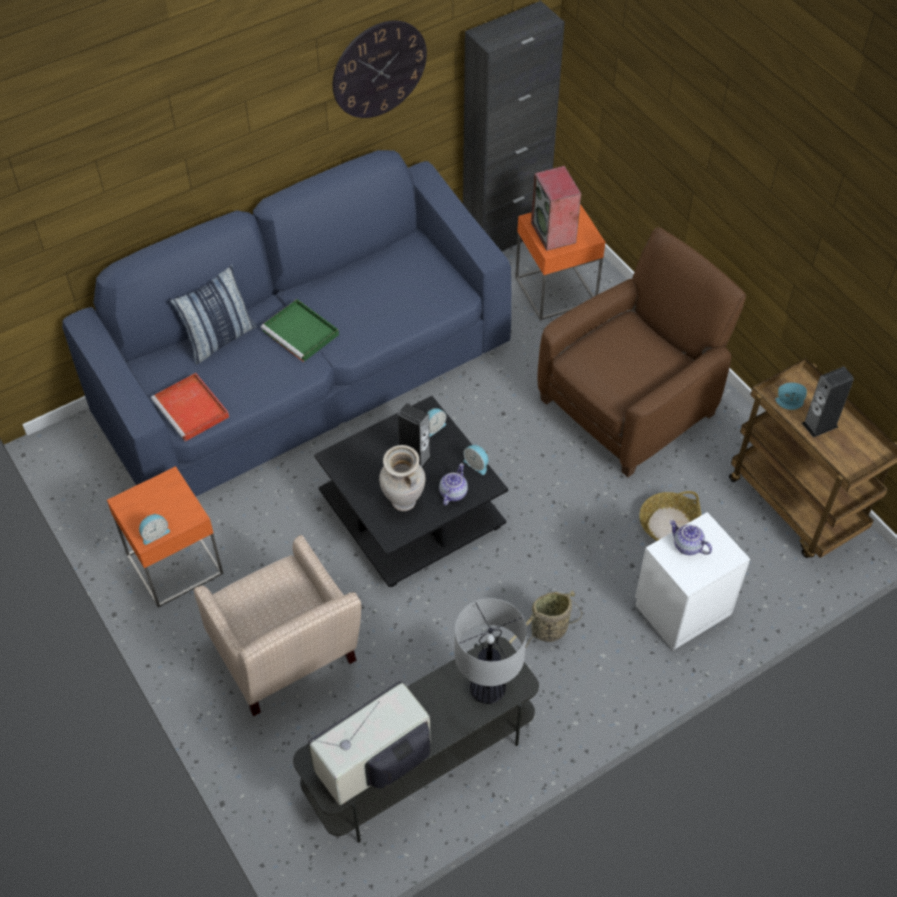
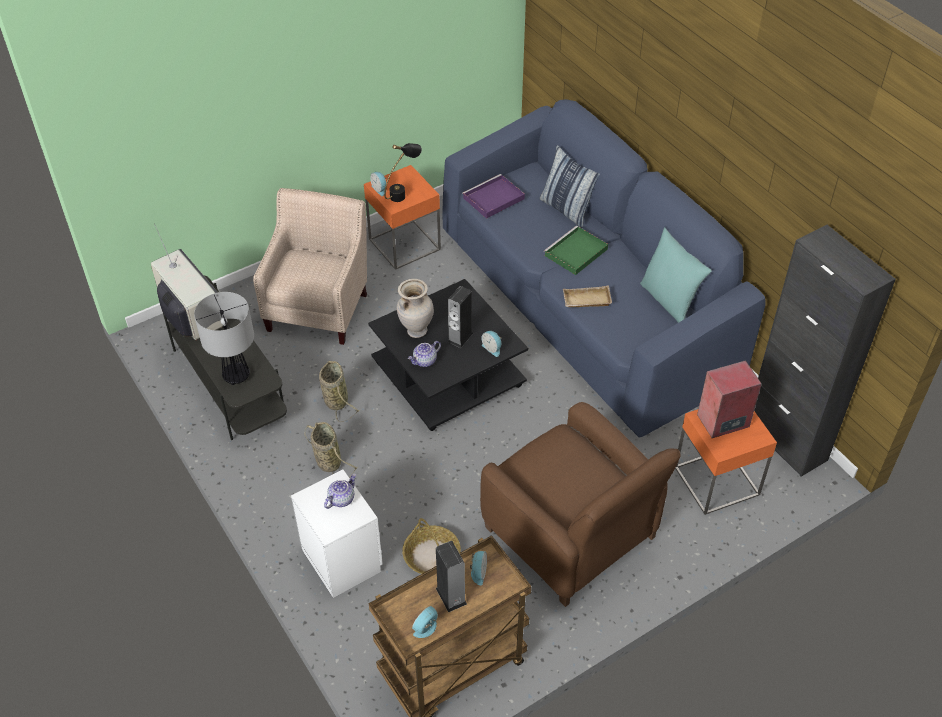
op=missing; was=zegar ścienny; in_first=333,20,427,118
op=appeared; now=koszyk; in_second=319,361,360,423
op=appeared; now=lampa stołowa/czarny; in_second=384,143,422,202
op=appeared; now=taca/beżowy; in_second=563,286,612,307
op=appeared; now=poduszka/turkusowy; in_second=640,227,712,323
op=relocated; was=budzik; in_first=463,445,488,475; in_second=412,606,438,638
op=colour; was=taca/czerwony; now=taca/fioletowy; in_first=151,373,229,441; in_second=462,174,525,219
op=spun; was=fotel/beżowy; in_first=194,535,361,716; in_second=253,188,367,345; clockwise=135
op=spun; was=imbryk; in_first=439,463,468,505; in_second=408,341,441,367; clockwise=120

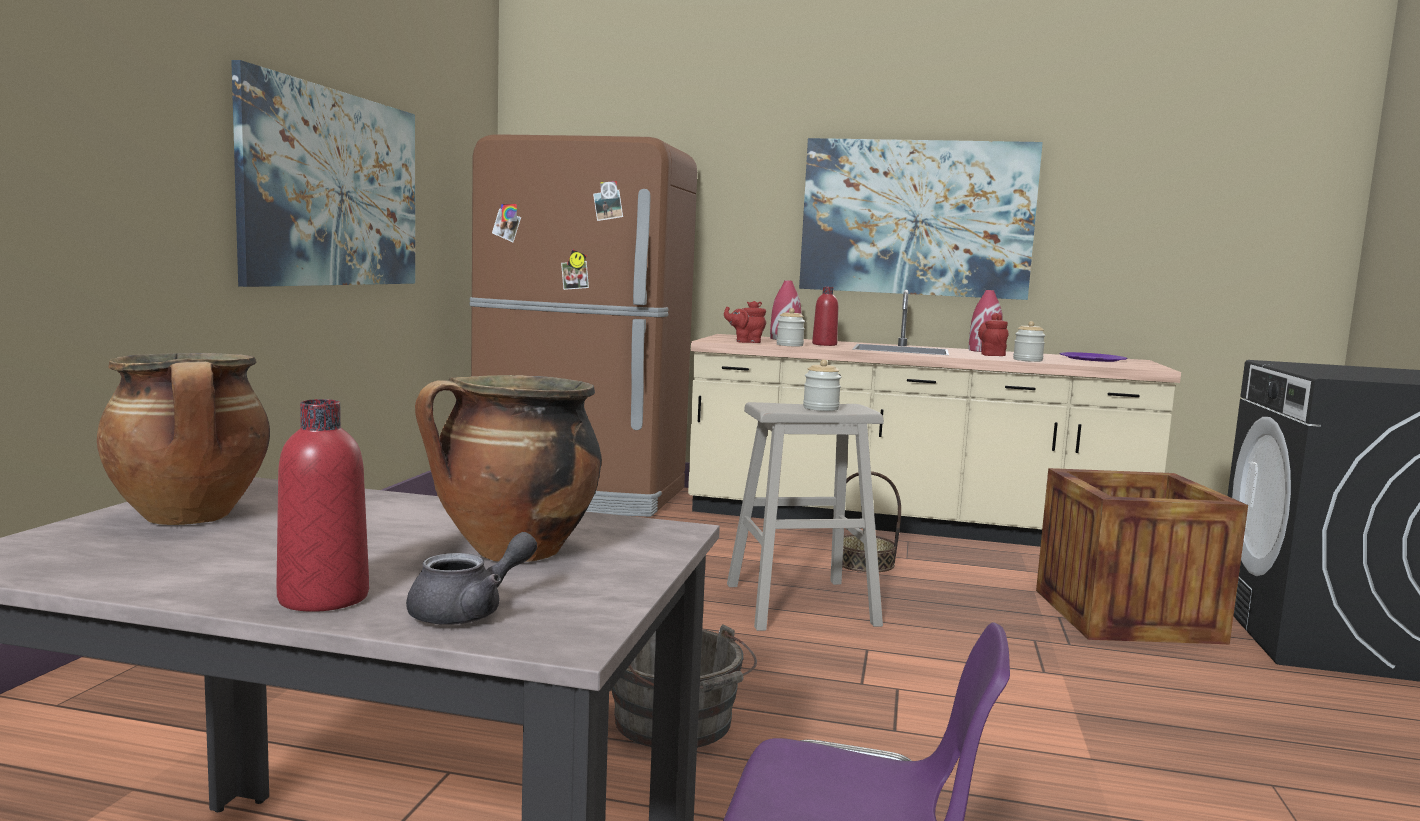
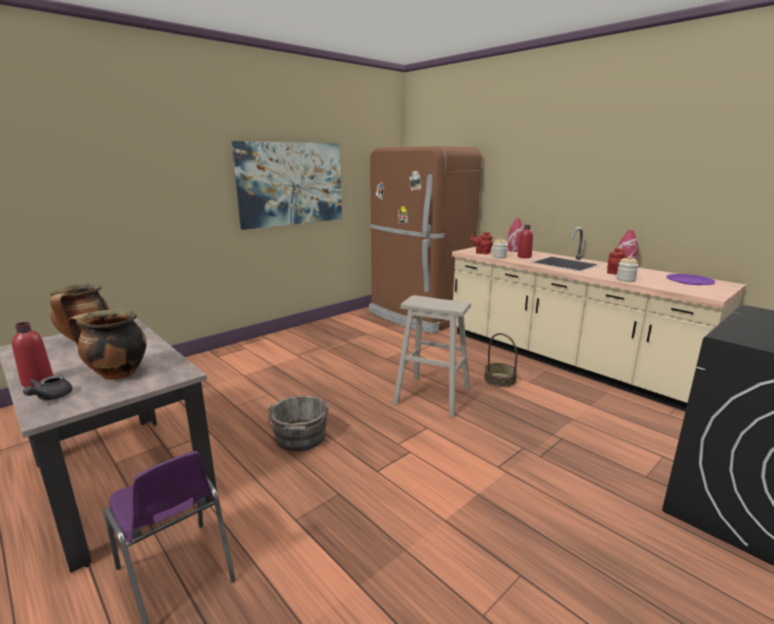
op=missing; was=obraz; in_first=799,138,1043,300
op=missing; was=słoik; in_first=803,360,841,411
op=missing; was=skrzynka; in_first=1036,468,1248,644
op=spun; was=imbryk/szary; in_first=406,532,537,625; in_second=23,375,72,400; clockwise=105

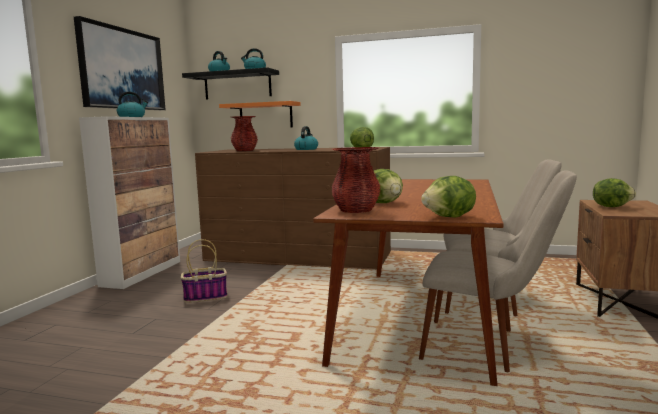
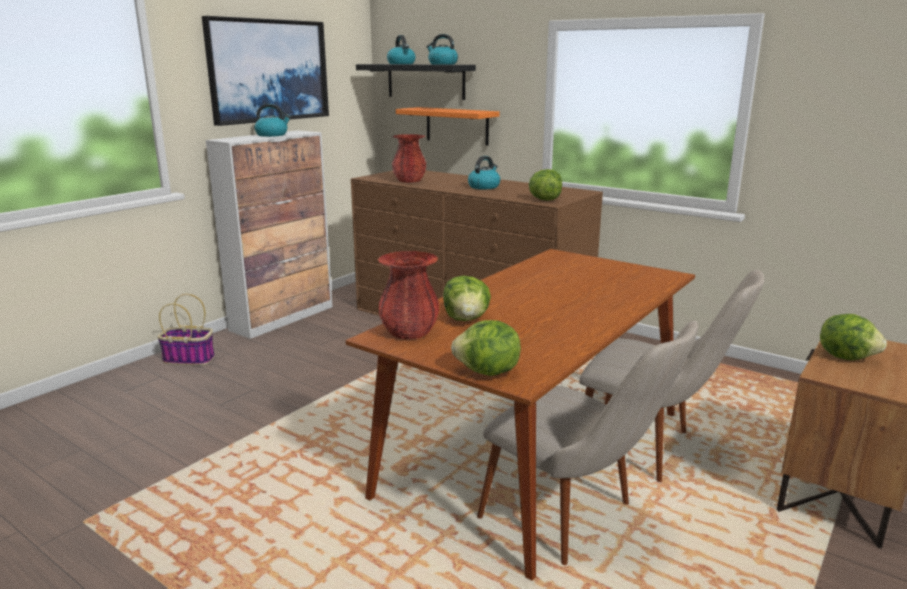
op=relocated; was=koszyk; in_first=181,239,227,303; in_second=157,294,215,365

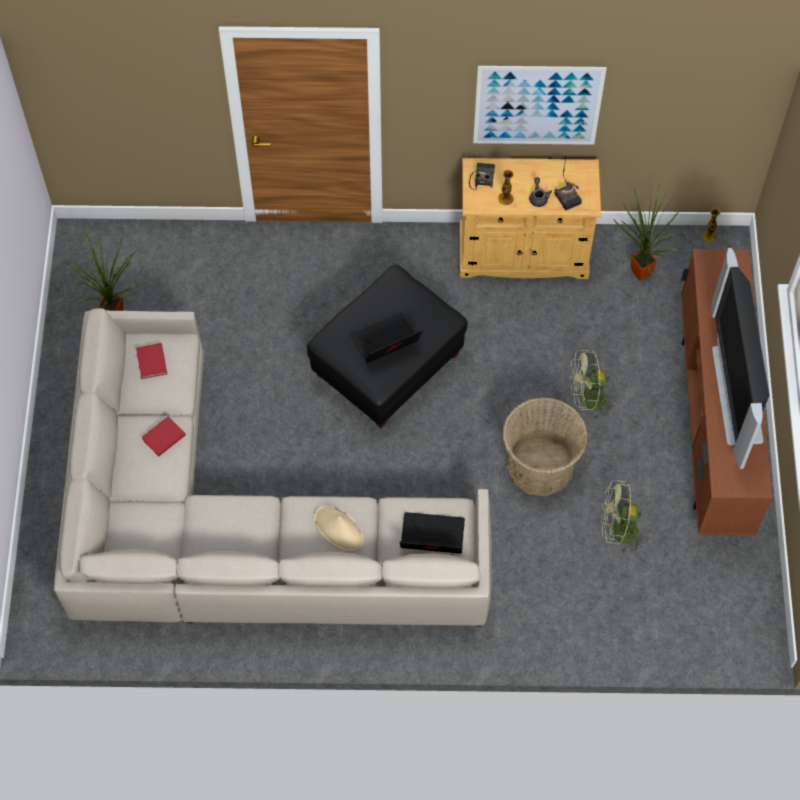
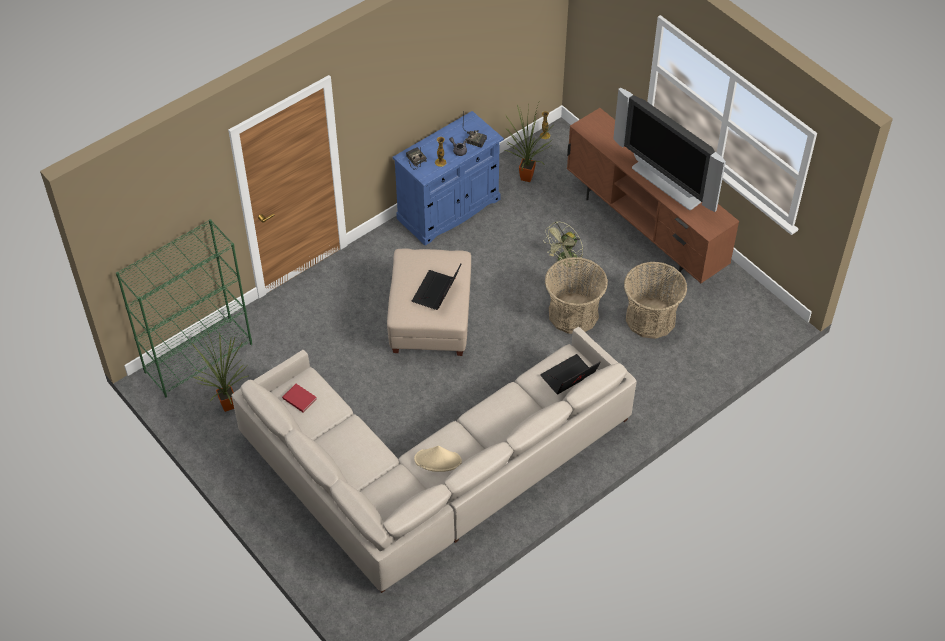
op=missing; was=książka/czerwony; in_first=141,416,186,456
op=missing; was=obraz; in_first=473,66,607,145
op=appeared; now=regał/zielony; in_second=116,219,252,397
op=relocated; was=kapelusz/beżowy; in_first=314,506,364,552; in_second=414,445,462,472
op=exchanged; was=wentylator/zielony; now=koszyk; in_first=601,480,648,553; in_second=624,262,687,339
op=colour; was=pufa/czarny; now=pufa/beżowy; in_first=307,264,468,428; in_second=387,249,471,356
op=colour; was=szafka/beżowy; now=szafka/niebieski; in_first=460,158,601,279; in_second=393,111,504,246

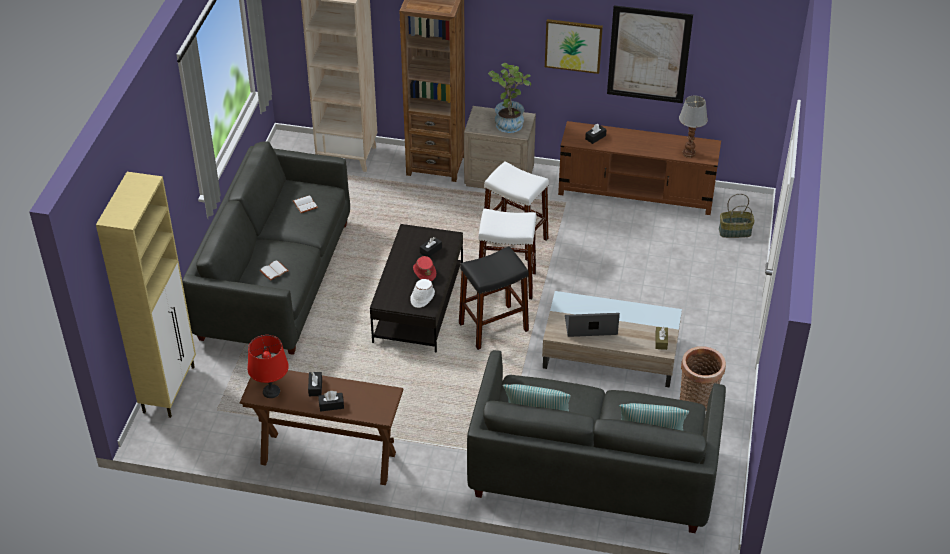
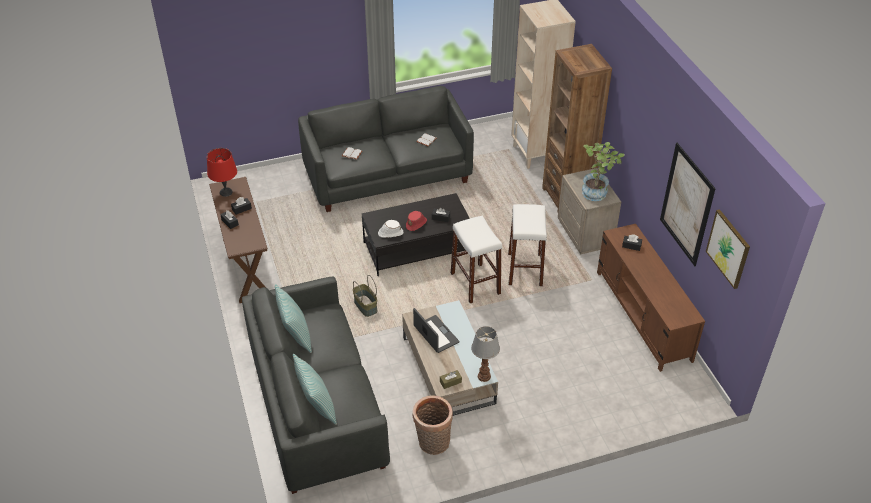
op=missing; was=szafka/beżowy; in_first=96,172,196,418
op=missing; was=stołek/czarny; in_first=459,246,529,350
op=relocated; was=obraz; in_first=545,19,603,74; in_second=706,209,750,289
op=relocated; was=lampa stołowa; in_first=679,95,708,158; in_second=471,326,500,382
op=relocated; was=koszyk; in_first=719,194,755,238; in_second=353,275,377,317

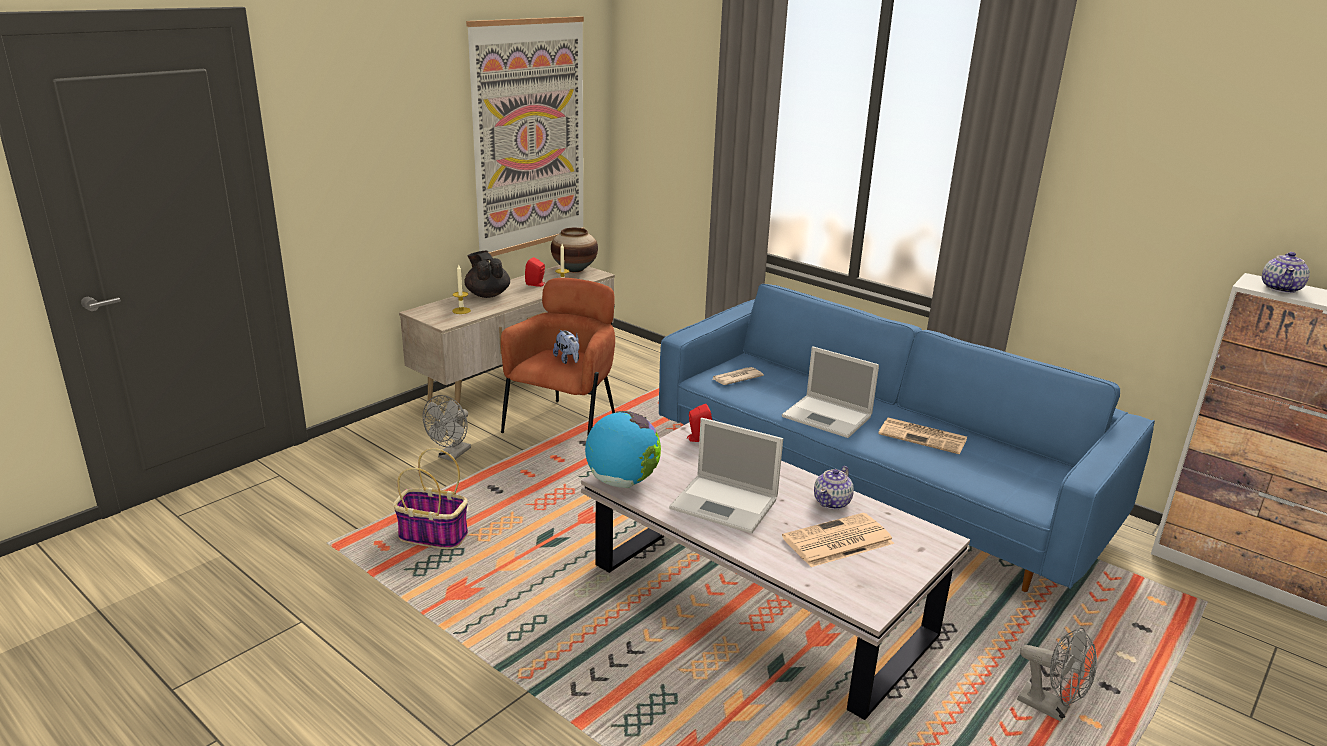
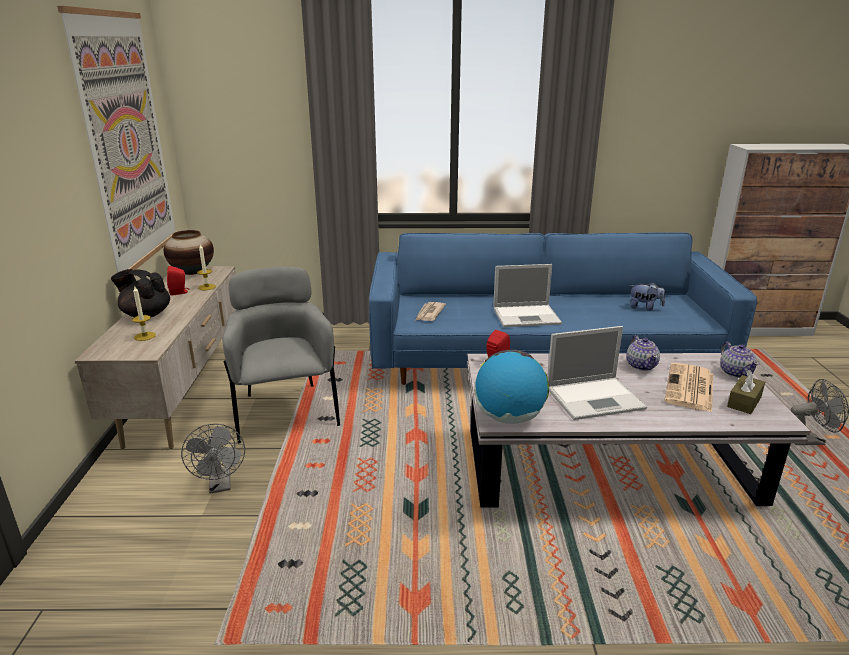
op=missing; was=koszyk; in_first=393,448,468,549
op=missing; was=gazeta; in_first=878,418,967,454
op=appeared; now=pudełko chusteczek/brązowy; in_second=727,370,765,414
op=relocated; was=pluszak; in_first=553,330,579,364; in_second=629,282,665,311
op=relocated; was=imbryk; in_first=1262,252,1310,293; in_second=720,342,759,378
op=colour; was=fotel/brązowy; now=fotel/szary; in_first=501,278,615,437; in_second=222,267,340,443

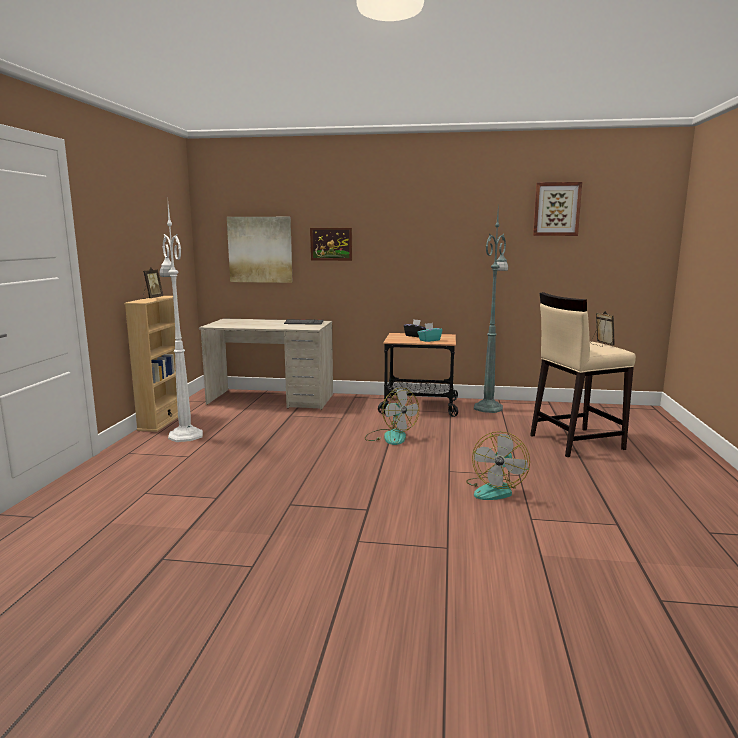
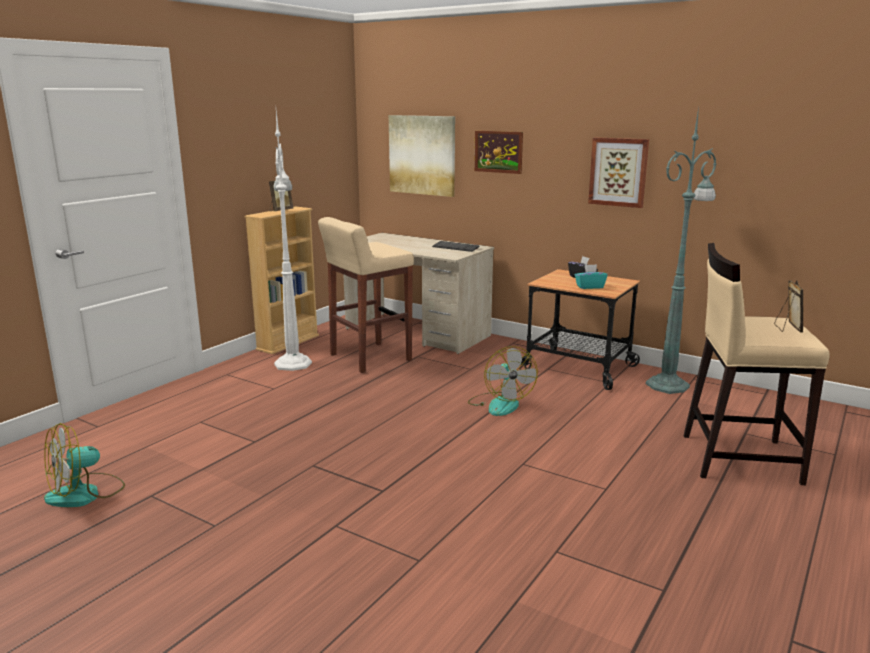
op=appeared; now=stołek/beżowy; in_second=318,217,414,373
op=relocated; was=wentylator; in_first=466,431,530,500; in_second=44,423,125,507
op=relocated; was=obraz; in_first=533,182,582,236; in_second=588,137,649,208

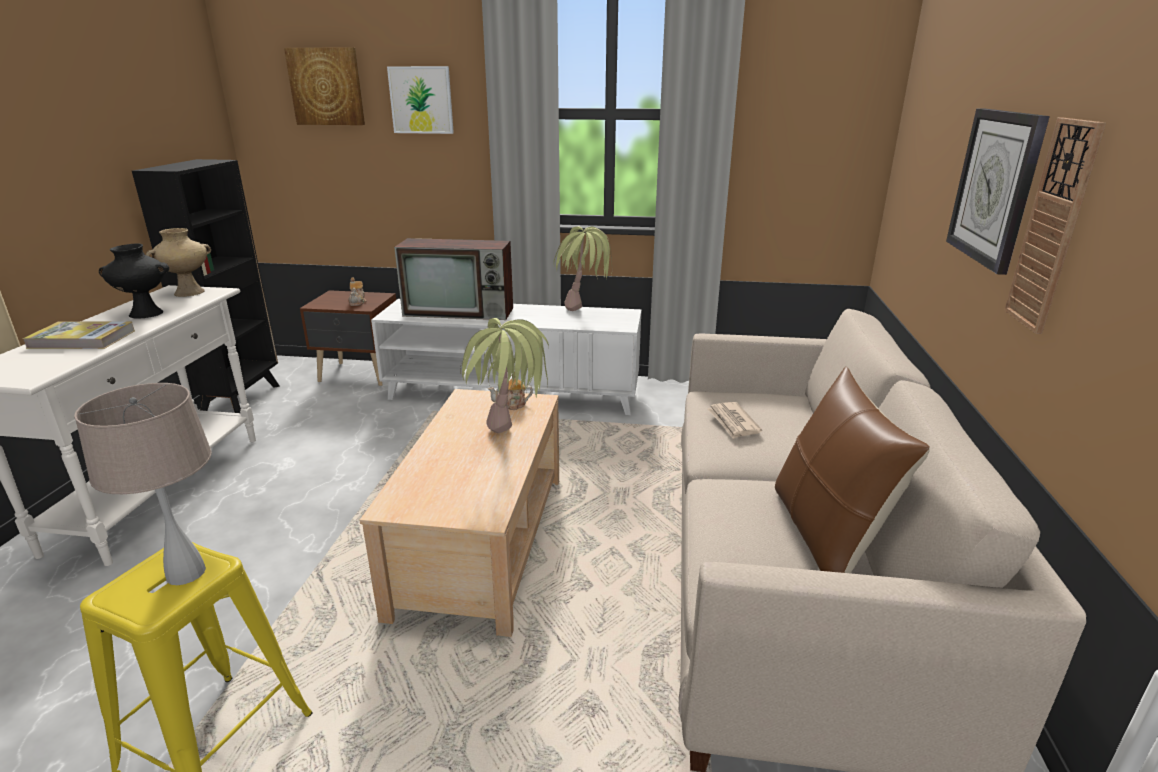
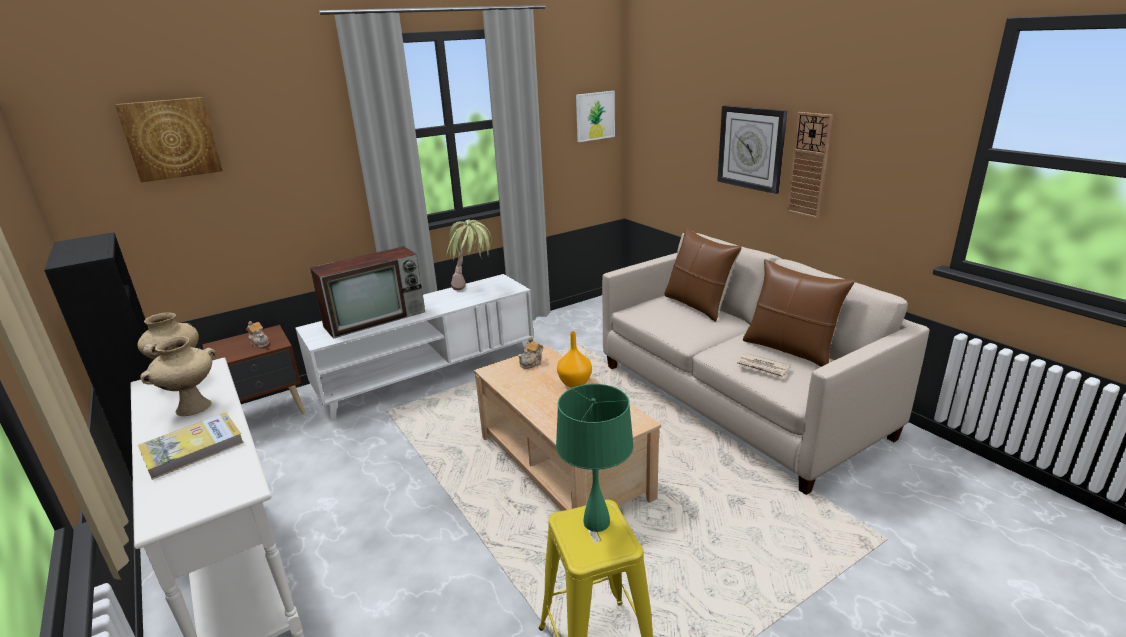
op=appeared; now=poduszka/brązowy; in_second=664,227,742,322
op=relocated; was=obraz; in_first=387,66,454,134; in_second=576,91,615,142
op=relocated; was=gazeta; in_first=708,402,762,439; in_second=737,353,790,379
op=exchanged; was=roślina doniczkowa; now=wazon/pomarańczowy; in_first=460,318,549,433; in_second=557,331,592,388
op=colour; was=lampa stołowa/beżowy; now=lampa stołowa/zielony; in_first=74,383,212,585; in_second=556,384,634,532
op=colour; was=wazon/czarny; now=wazon/beżowy; in_first=99,243,169,319; in_second=140,336,216,416

